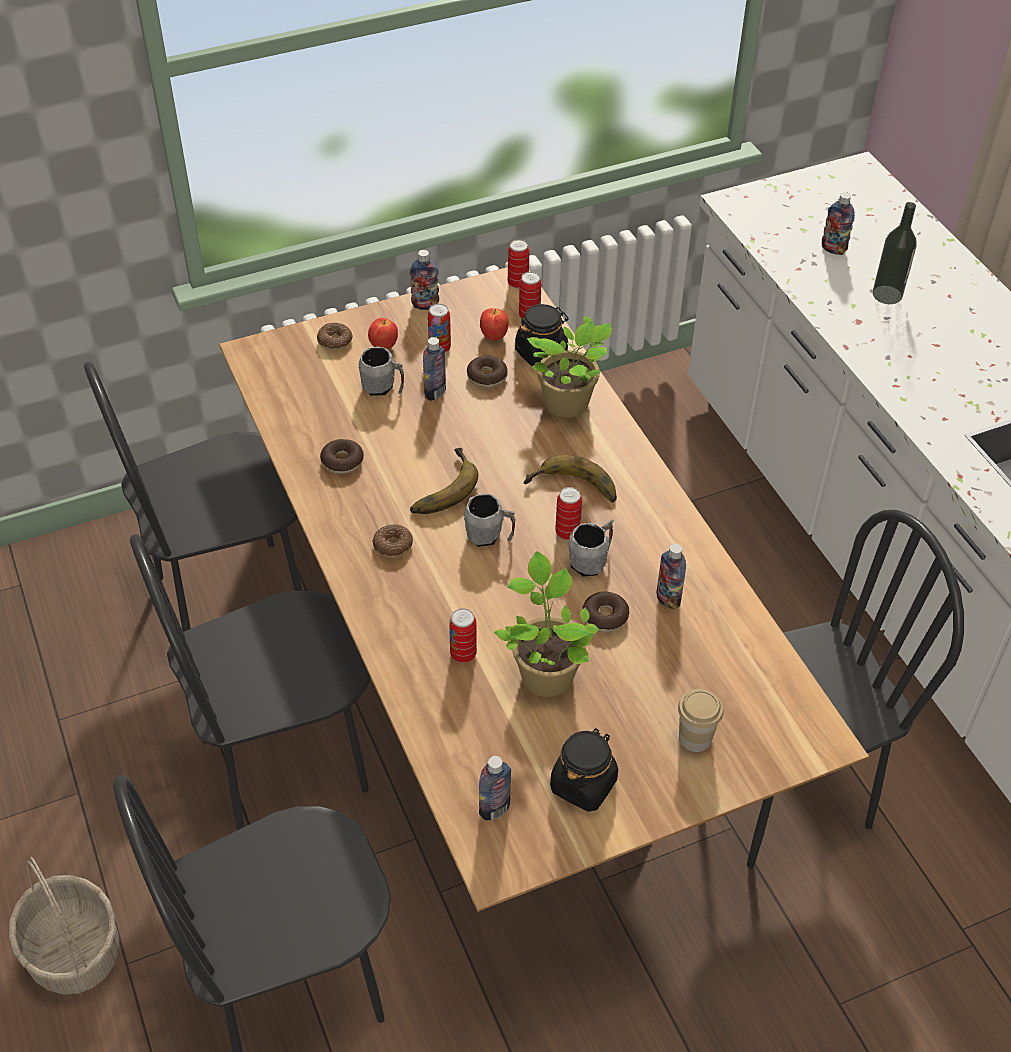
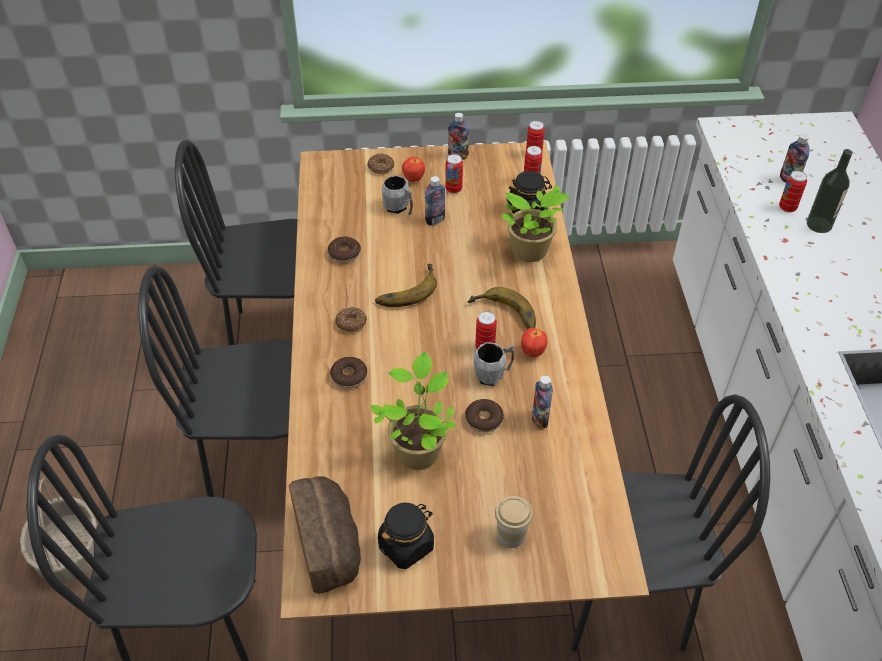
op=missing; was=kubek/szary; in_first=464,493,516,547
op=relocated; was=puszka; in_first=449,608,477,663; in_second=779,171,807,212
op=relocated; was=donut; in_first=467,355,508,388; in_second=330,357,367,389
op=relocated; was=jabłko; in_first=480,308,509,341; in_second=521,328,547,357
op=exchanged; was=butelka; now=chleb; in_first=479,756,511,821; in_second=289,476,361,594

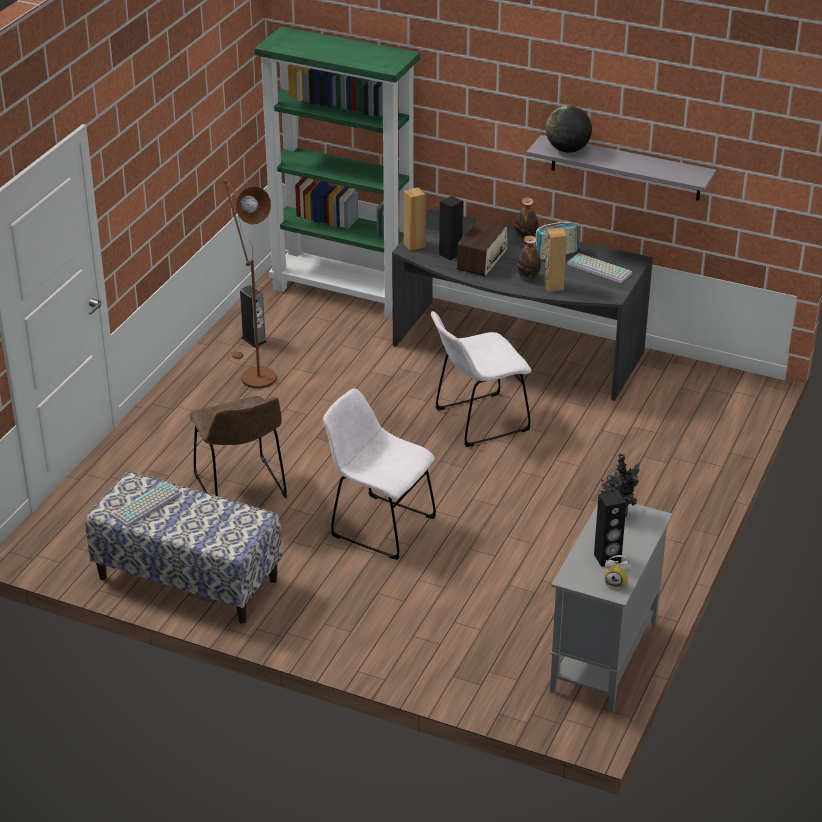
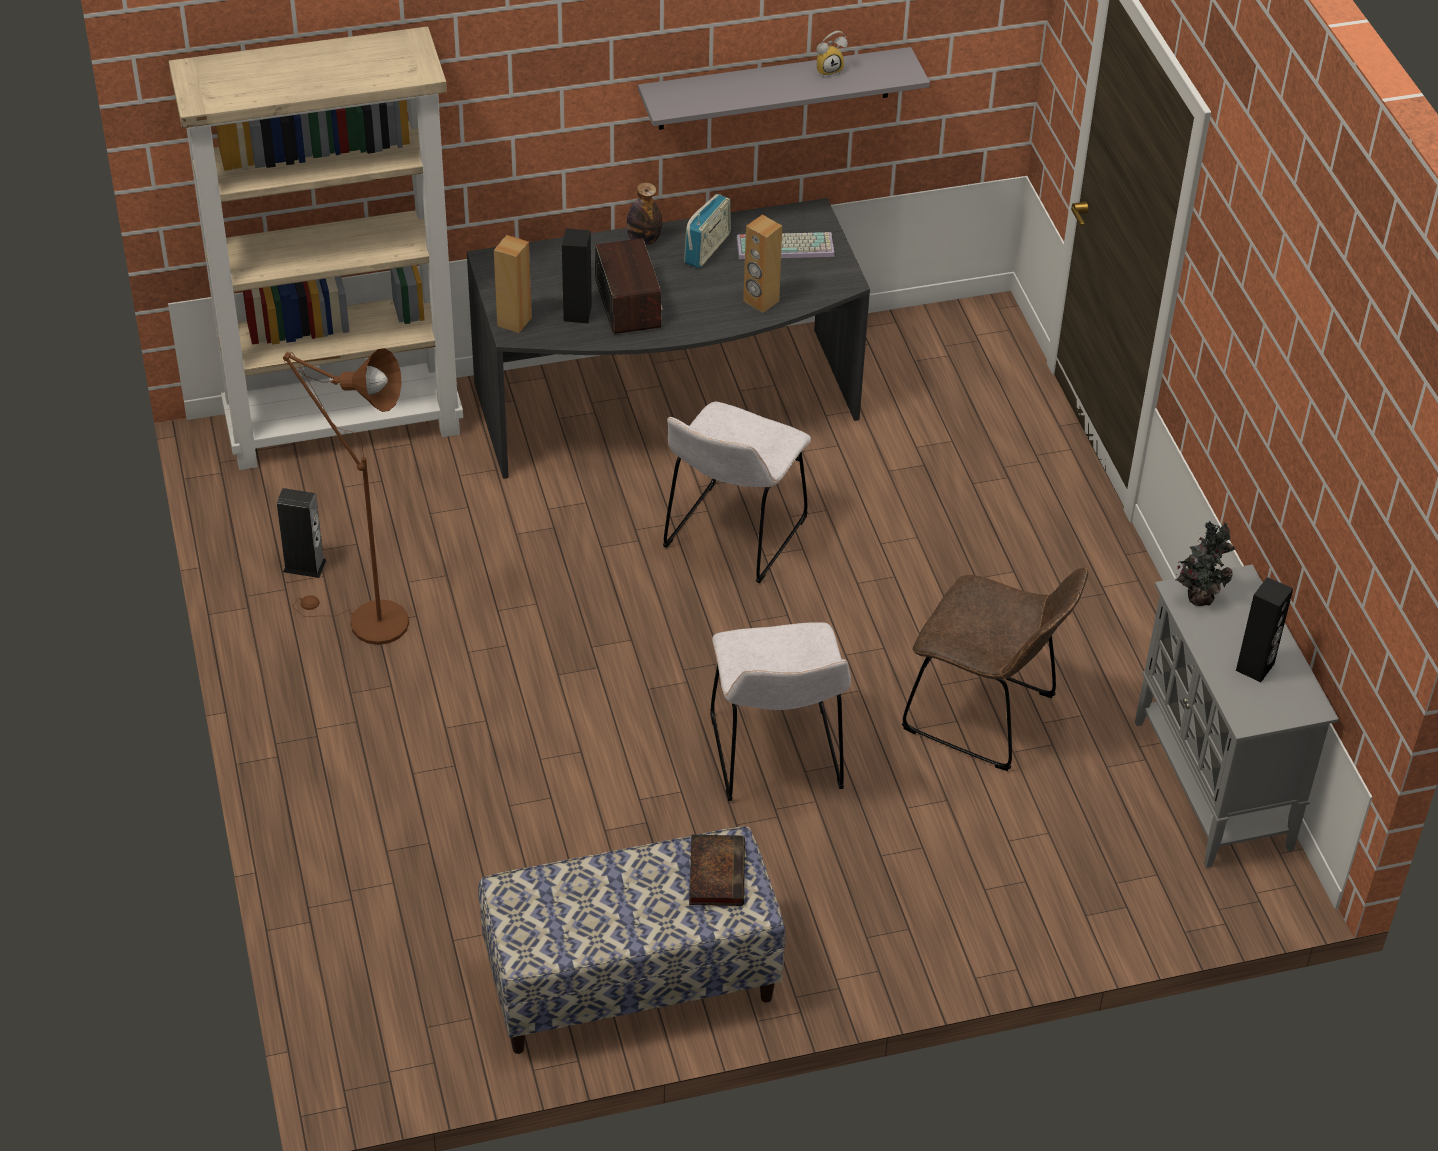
op=missing; was=klawiatura; in_first=111,481,183,527
op=missing; was=butelka; in_first=517,236,541,280
op=missing; was=globus; in_first=546,105,592,153
op=appeared; now=książka; in_second=689,835,745,906
op=relocated; was=krzesło/brązowy; in_first=189,396,287,498; in_second=902,568,1088,771
op=relocated; was=budzik; in_first=605,555,631,589; in_second=816,31,848,77
op=colour; was=regał/zielony; now=regał/beżowy; in_first=254,27,420,319; in_second=169,26,463,470
op=spun; was=krzesło/biały; in_first=323,388,436,560; in_second=710,622,851,801; clockwise=-90

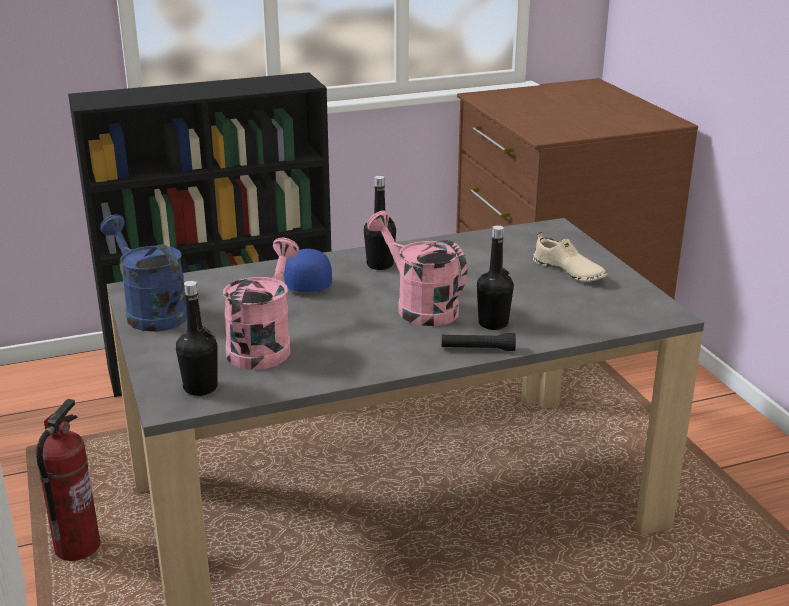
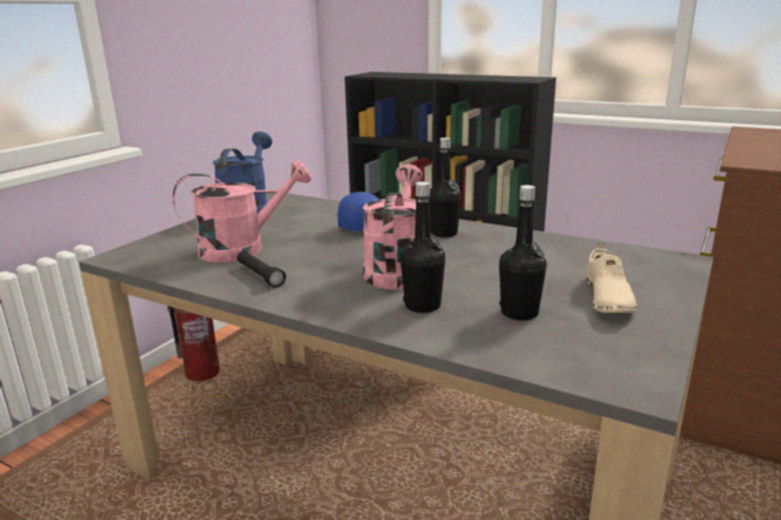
op=relocated; was=butelka/czarny; in_first=176,281,218,396; in_second=499,185,547,321
op=relocated; was=latarka/czarny; in_first=442,333,516,351; in_second=237,251,286,288

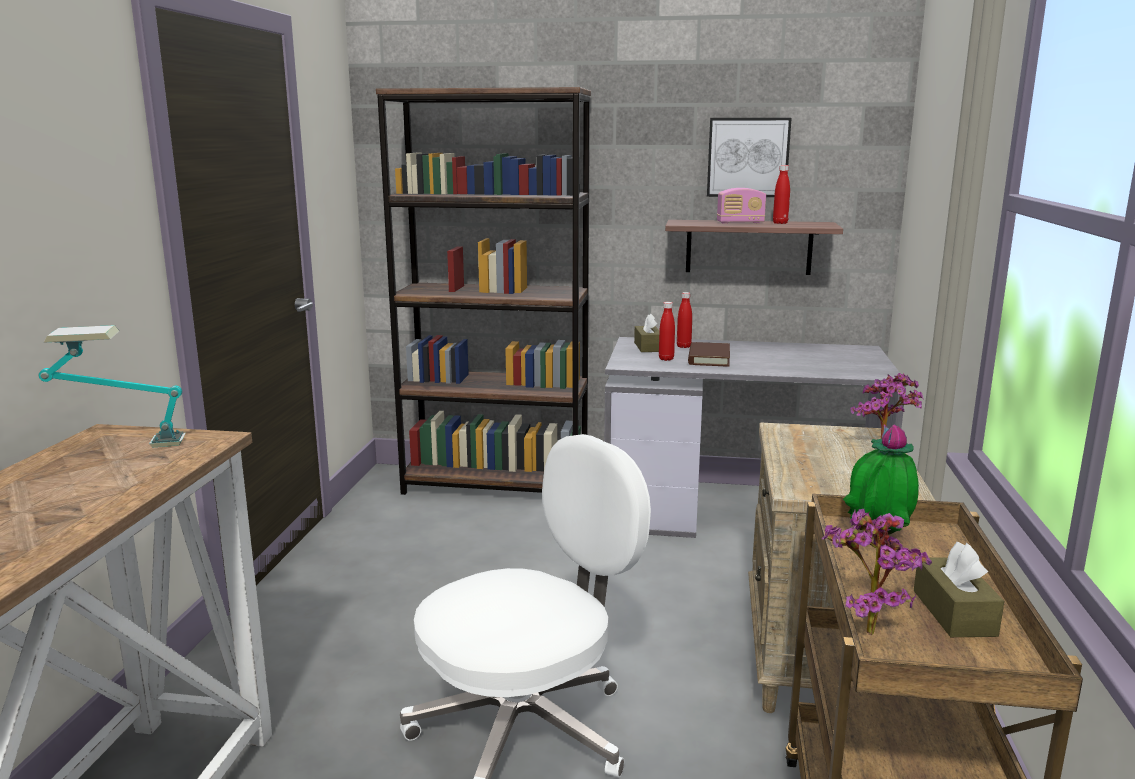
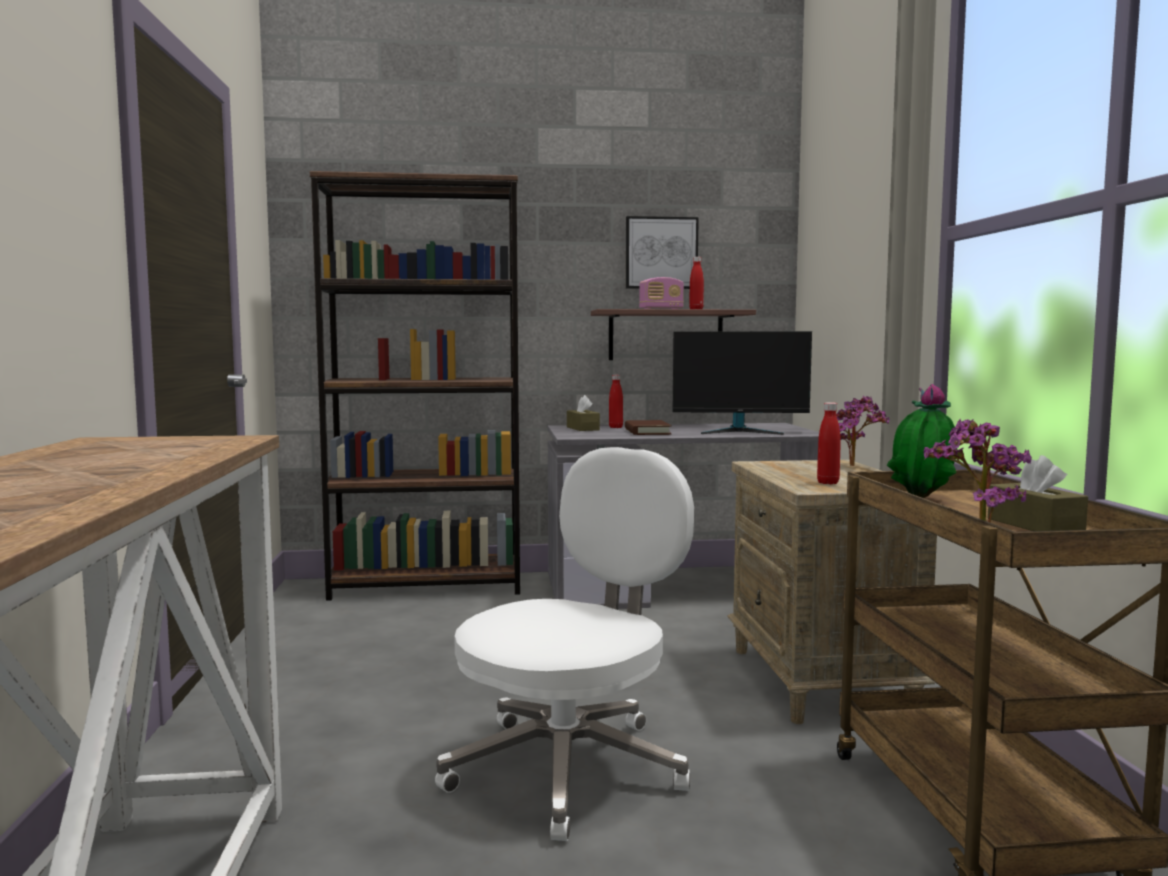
op=missing; was=lampa stołowa; in_first=38,325,186,448
op=appeared; now=monitor; in_second=673,331,812,435
op=relocated; was=butelka/czerwony; in_first=659,302,675,361; in_second=817,402,841,484

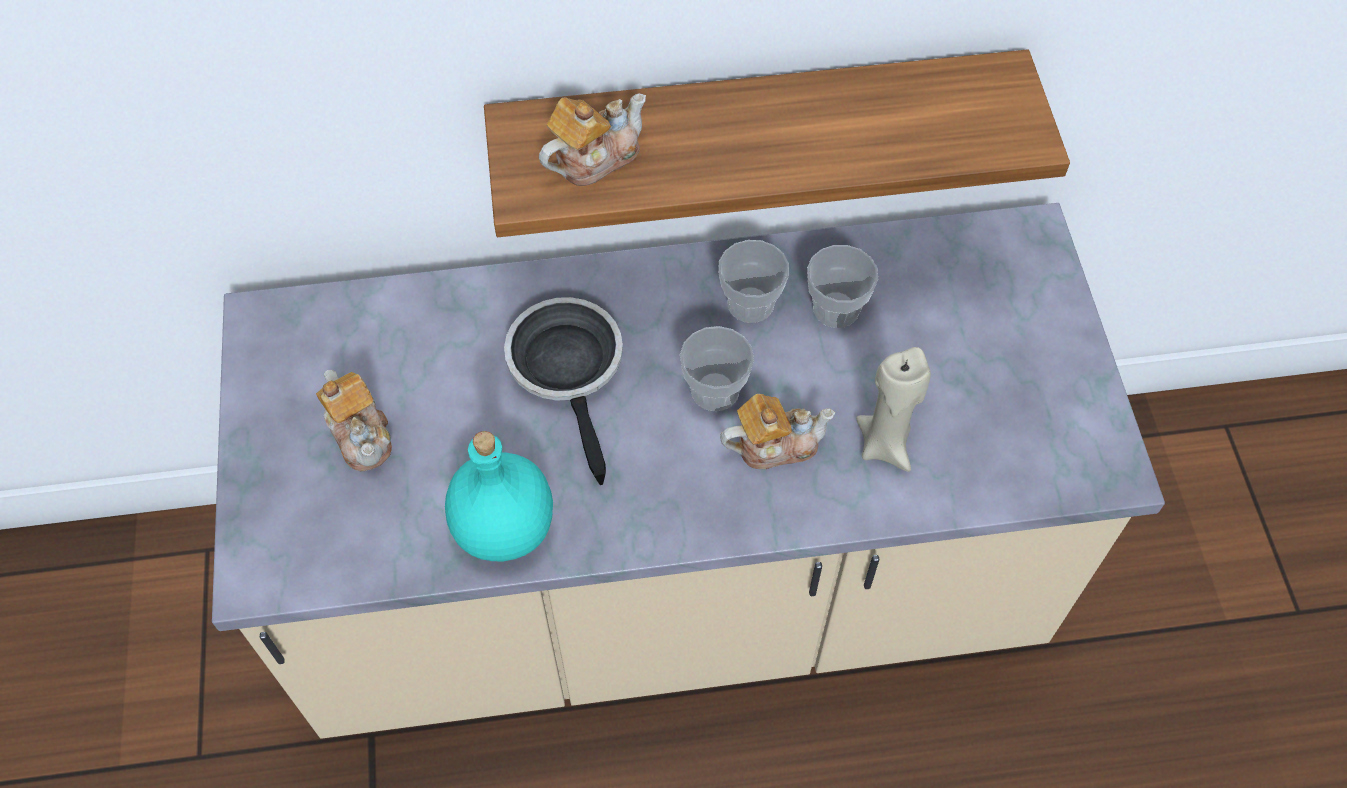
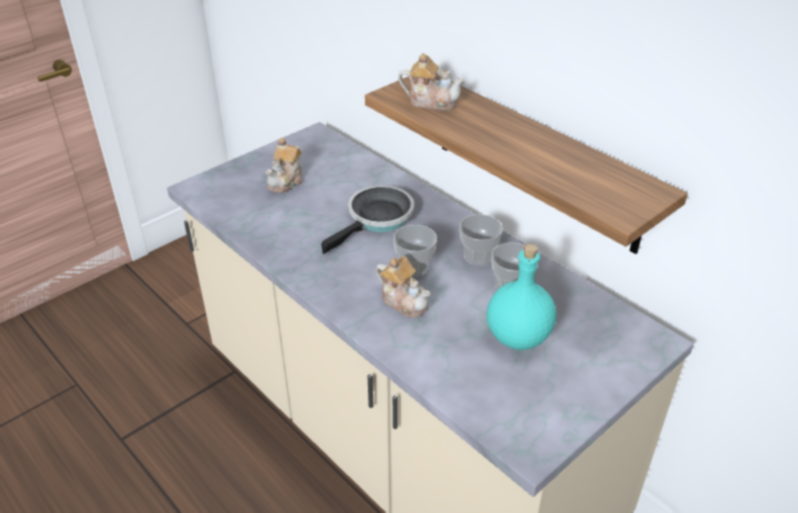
op=missing; was=świeca/beżowy; in_first=856,347,931,472
op=relocated; was=butelka/turkusowy; in_first=445,431,553,561; in_second=487,244,556,350

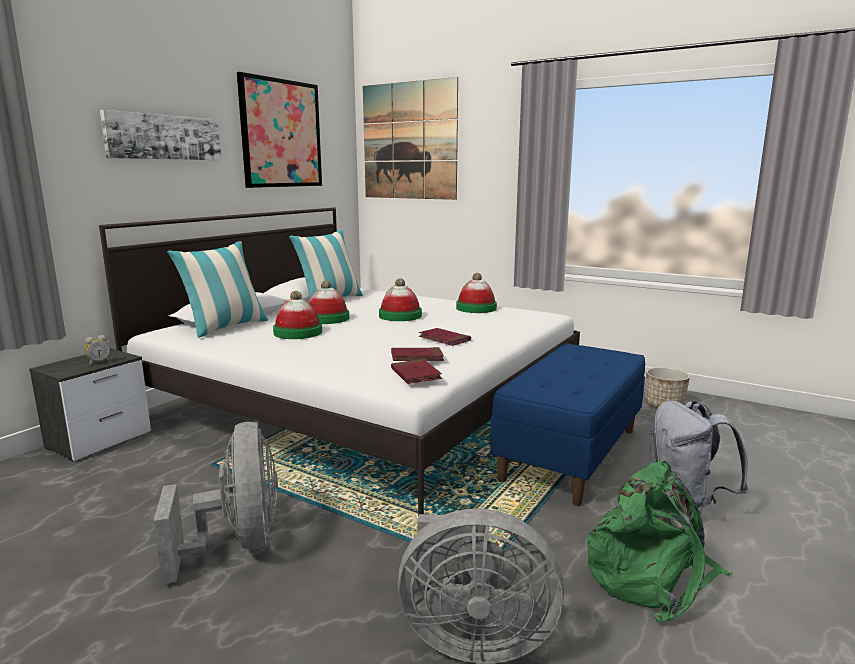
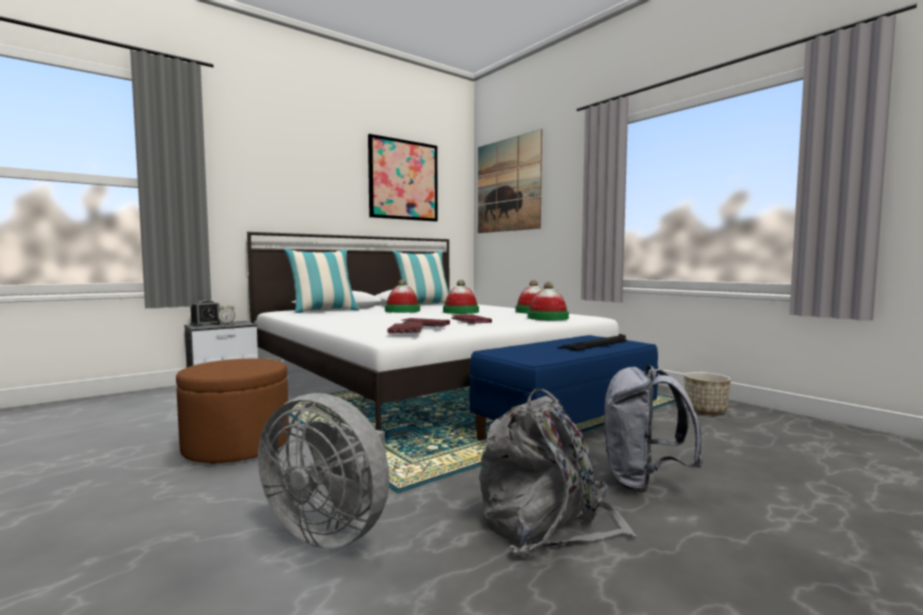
op=missing; was=obraz; in_first=100,110,221,160
op=appeared; now=budzik; in_second=190,300,220,326
op=appeared; now=klawiatura; in_second=558,338,627,351
op=relocated; was=kapelusz; in_first=273,291,322,339; in_second=528,282,569,320
op=exchanged; was=wentylator/szary; now=pufa/brązowy; in_first=153,422,278,584; in_second=176,359,289,464
op=colour; was=plecak/zielony; now=plecak/szary; in_first=587,460,732,623; in_second=479,389,637,556

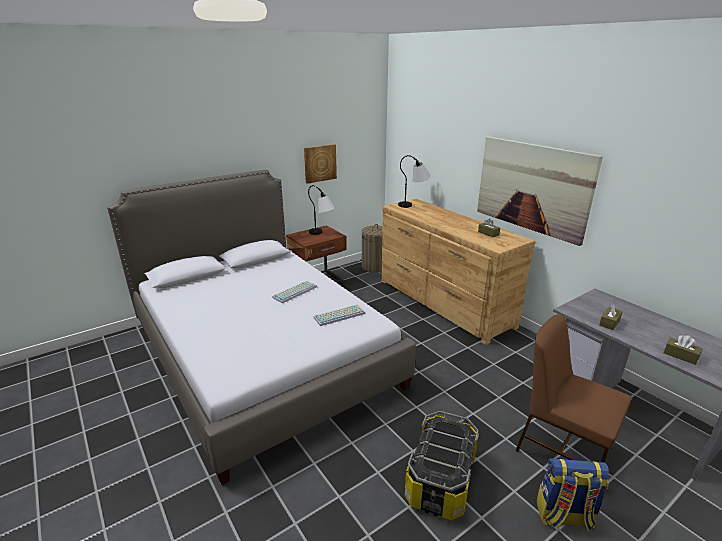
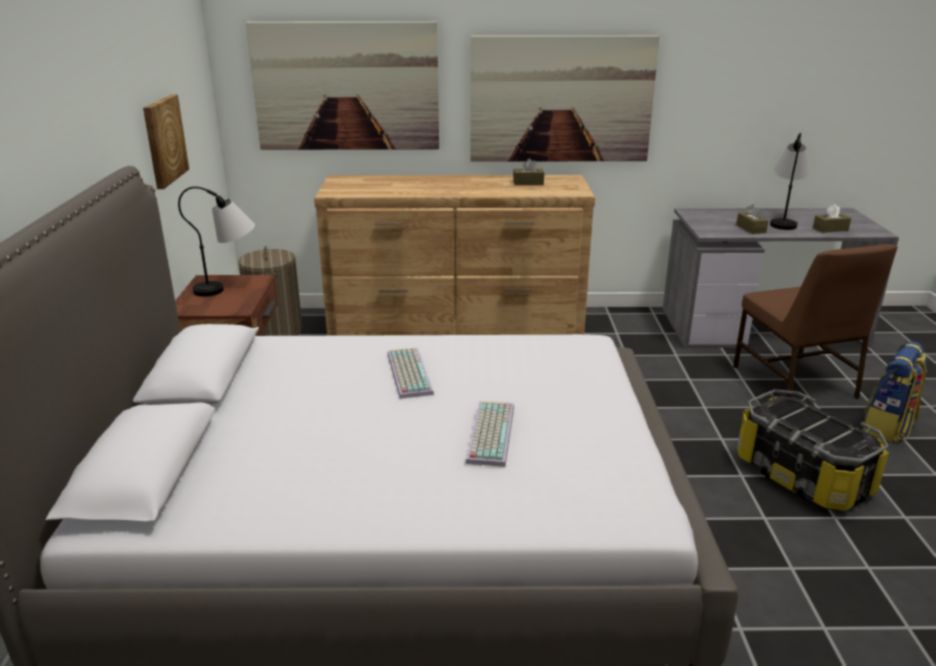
op=appeared; now=obraz; in_second=246,21,439,150
op=relocated; was=klawiatura; in_first=313,304,366,326; in_second=465,401,514,467
op=relocated; was=lampa stołowa; in_first=398,155,431,208; in_second=770,133,811,230
op=spun; was=krzesło/brązowy; in_first=515,314,631,463; in_second=733,244,897,399; clockwise=-90

